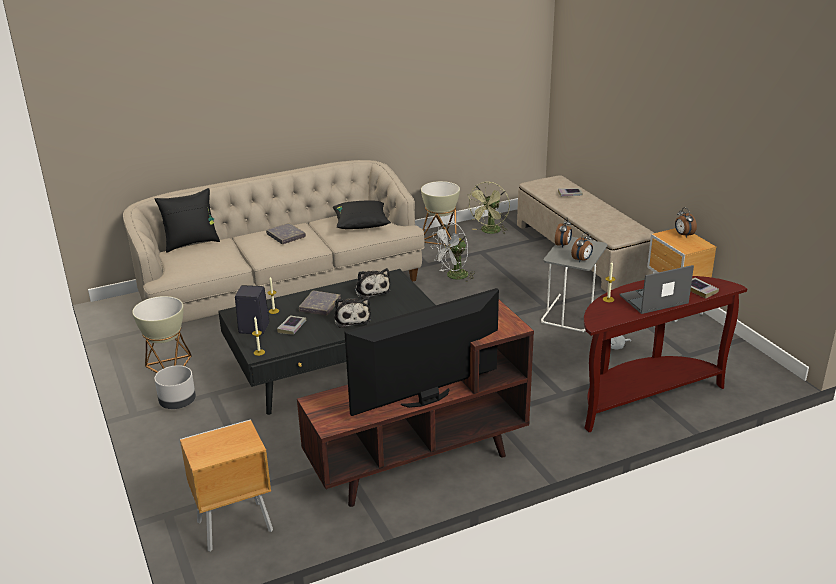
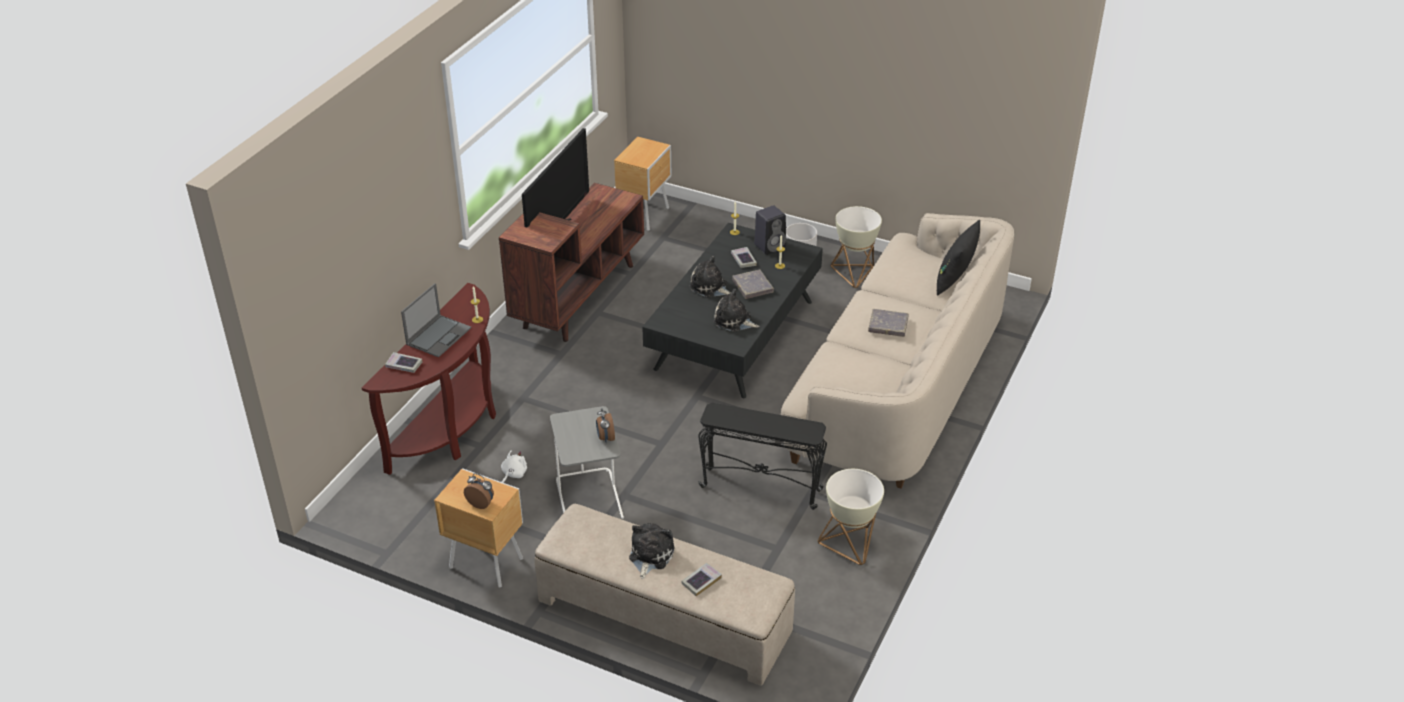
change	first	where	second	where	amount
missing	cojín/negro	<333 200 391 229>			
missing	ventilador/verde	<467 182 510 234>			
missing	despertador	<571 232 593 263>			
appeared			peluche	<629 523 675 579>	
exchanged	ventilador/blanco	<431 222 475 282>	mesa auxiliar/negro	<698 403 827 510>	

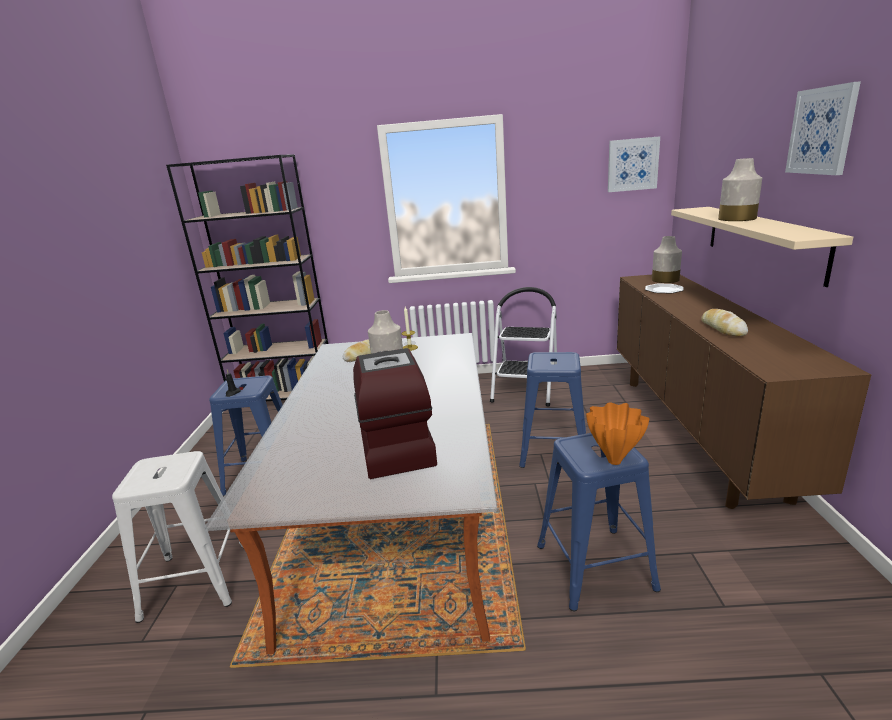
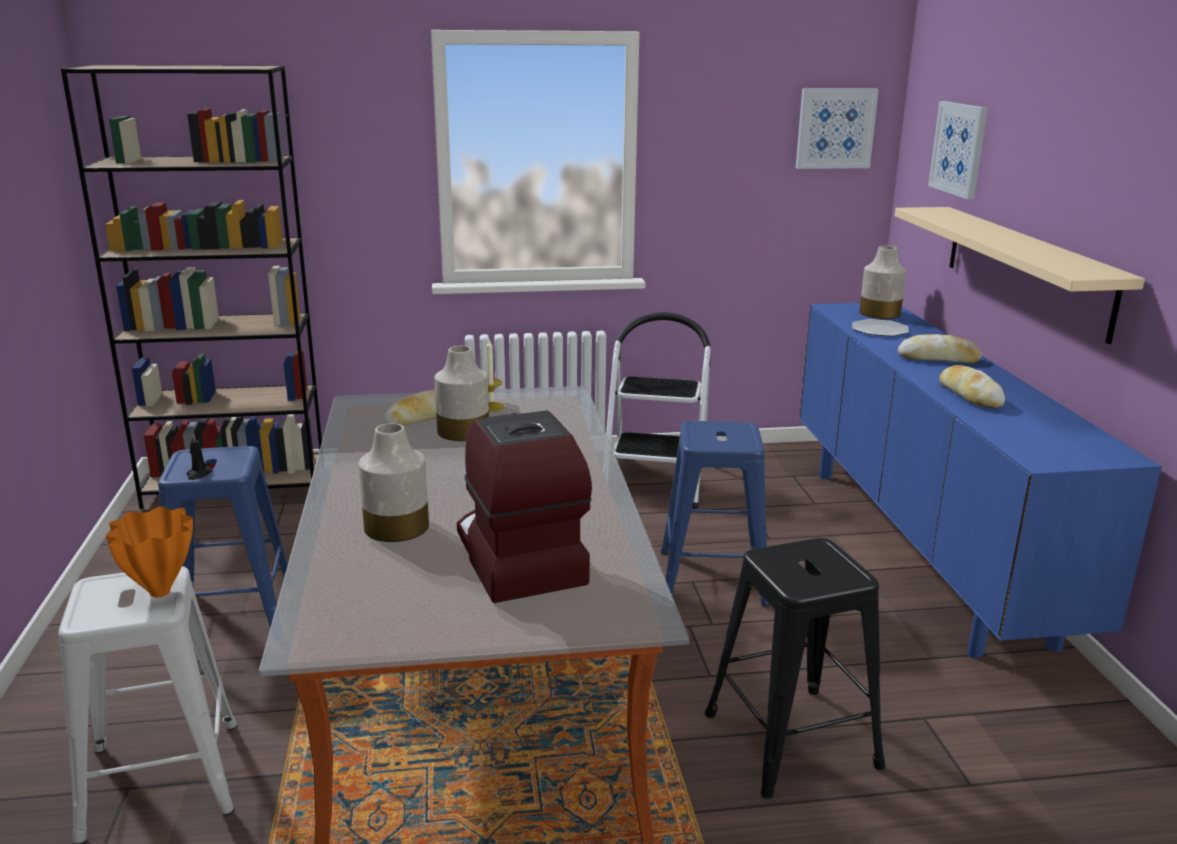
change	first	where	second	where	amount
appeared			pan	<898 334 981 363>	
relocated	florero/naranja	<586 402 650 465>		<106 506 193 597>	
relocated	florero/beis	<718 158 762 221>		<359 423 429 542>	
relocated	cuadro	<785 81 861 175>		<928 101 988 199>	
colour	taburete/azul	<537 433 661 611>	taburete/negro	<705 538 886 799>	
colour	armario/marrón	<617 275 871 509>	armario/azul	<799 303 1162 658>	

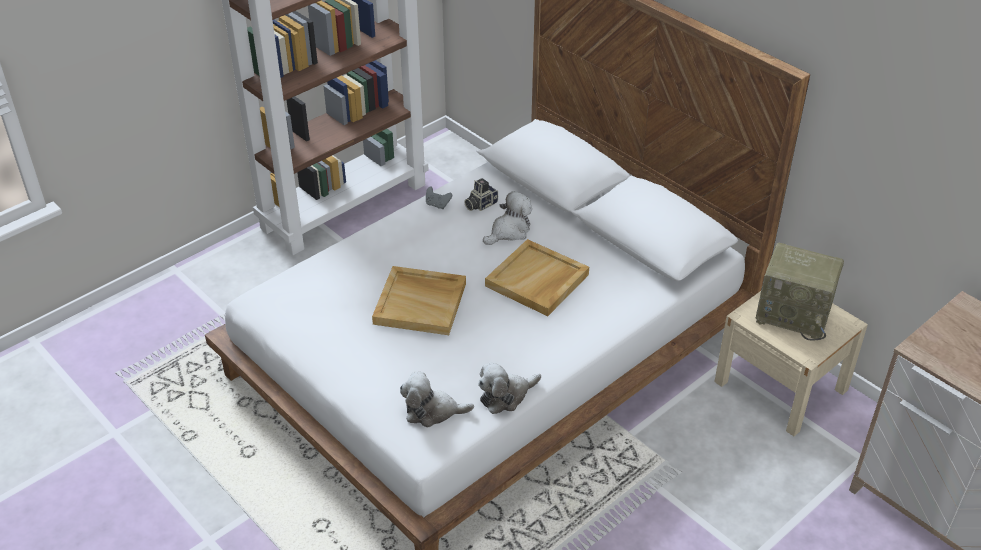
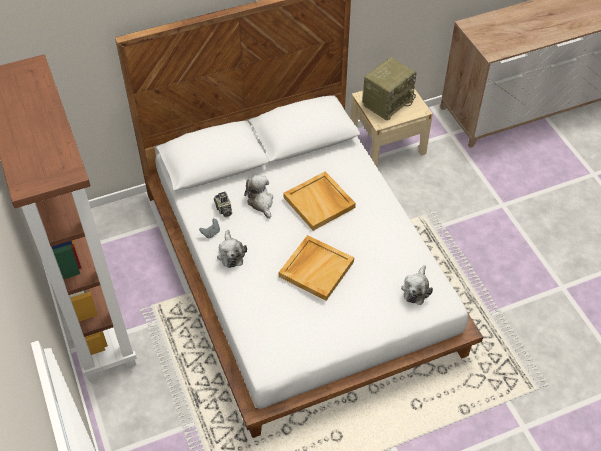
change	first	where	second	where	amount
relocated	peluche	<478 362 541 414>		<217 230 247 268>	

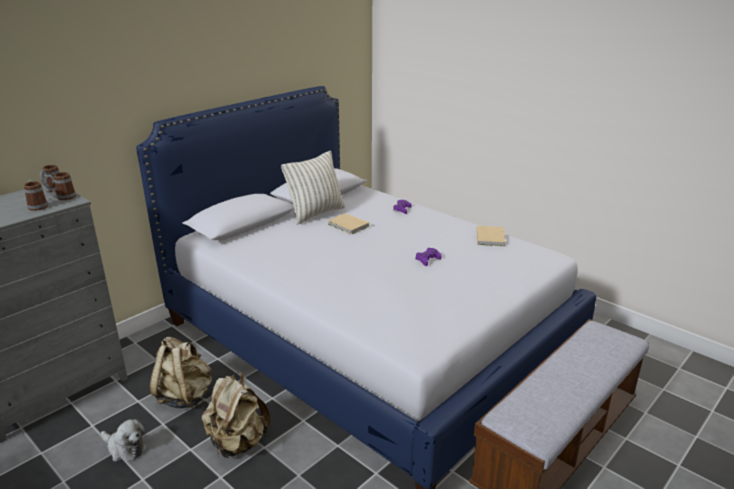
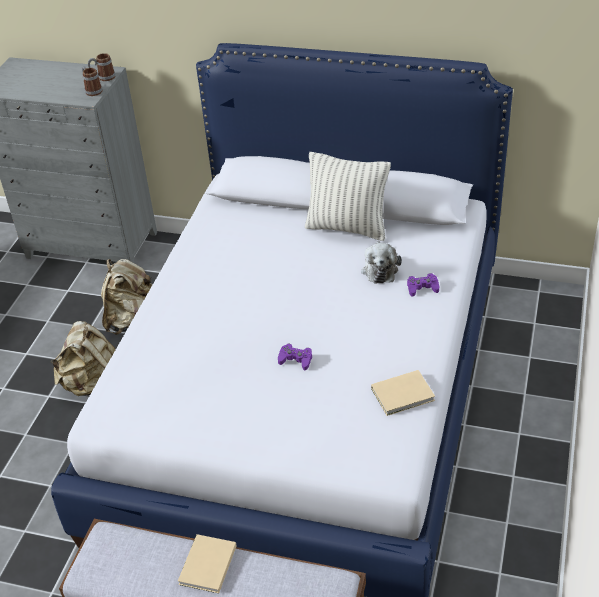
change	first	where	second	where	amount
missing	taza grande	<24 180 48 211>			
relocated	peluche	<101 419 147 462>		<361 241 402 284>	
relocated	libro/beis	<328 213 369 234>		<178 534 236 593>	

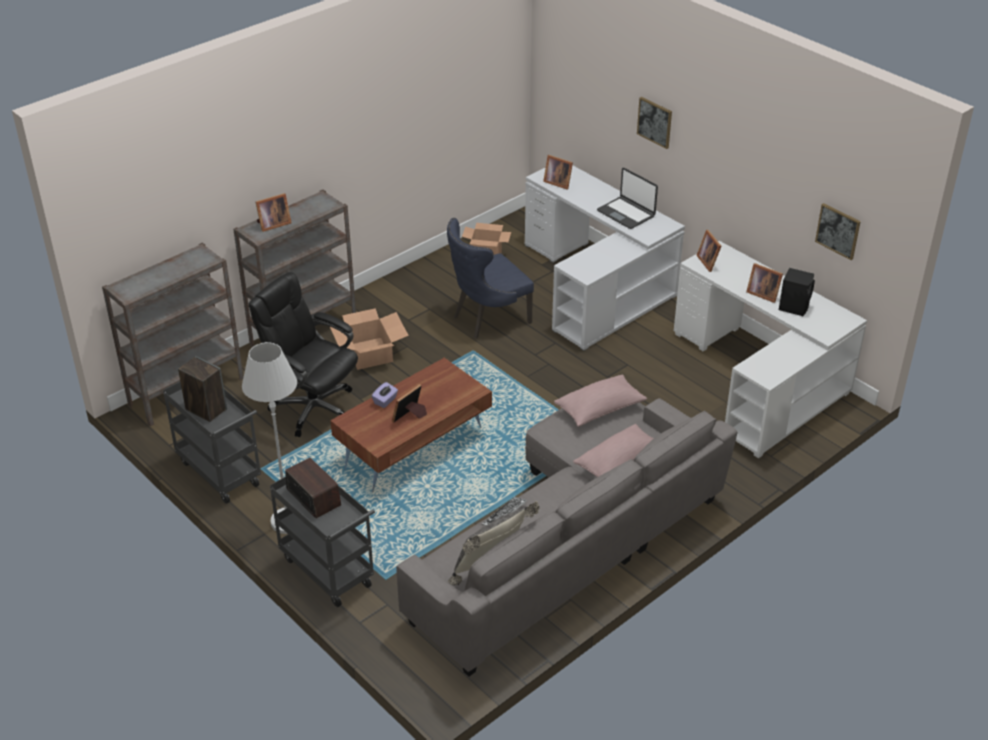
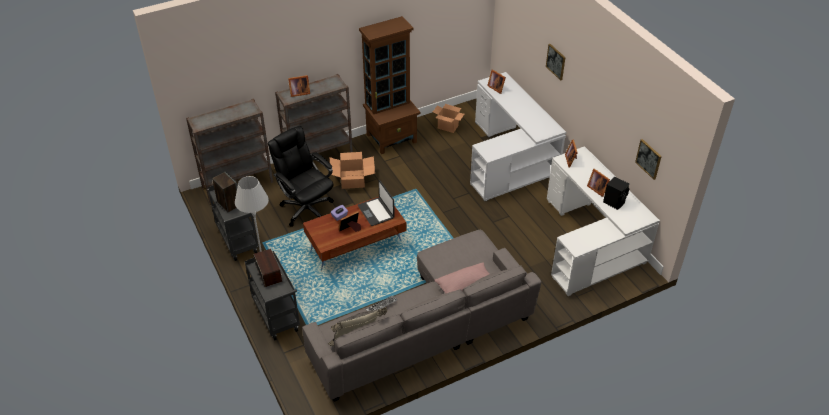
change	first	where	second	where	amount
missing	silla/azul	<447 218 534 339>			
missing	cojín/rosa	<554 375 647 427>			
appeared			armario/marrón	<359 16 420 154>	
relocated	portátil	<597 168 658 229>		<358 180 395 226>	

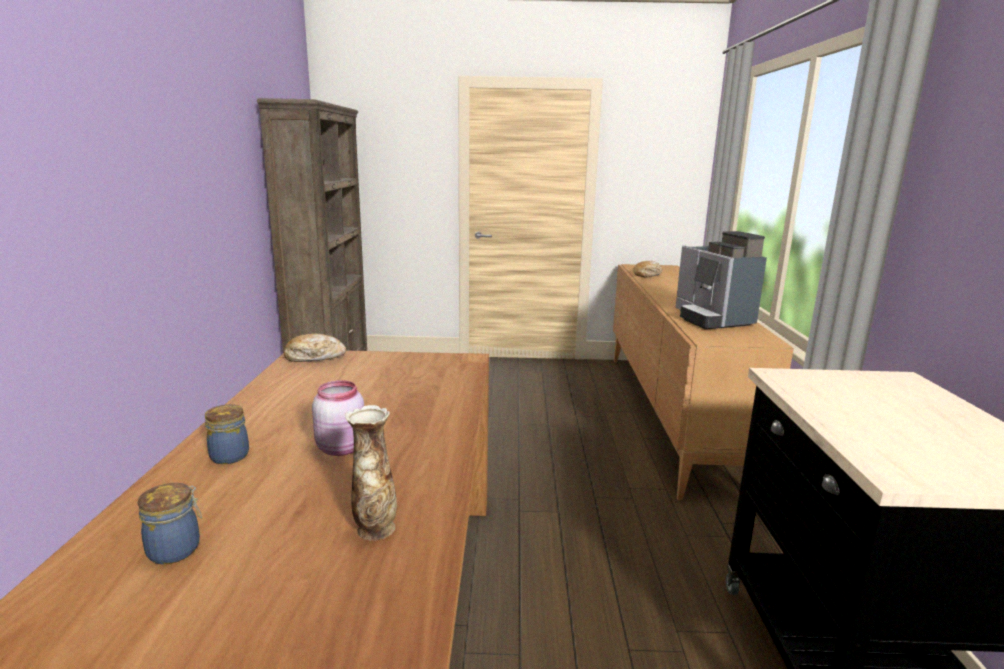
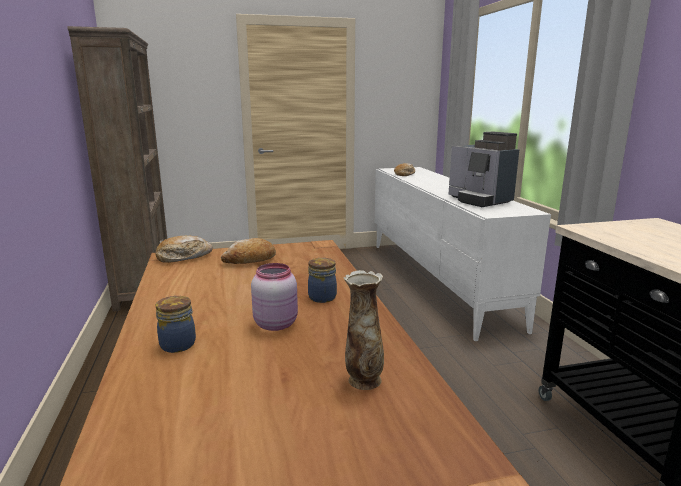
change	first	where	second	where	amount
appeared			pan	<221 238 276 264>	
relocated	tarro	<138 483 202 564>		<308 258 337 303>	
colour	armario/marrón	<613 264 794 500>	armario/blanco	<375 167 551 341>	

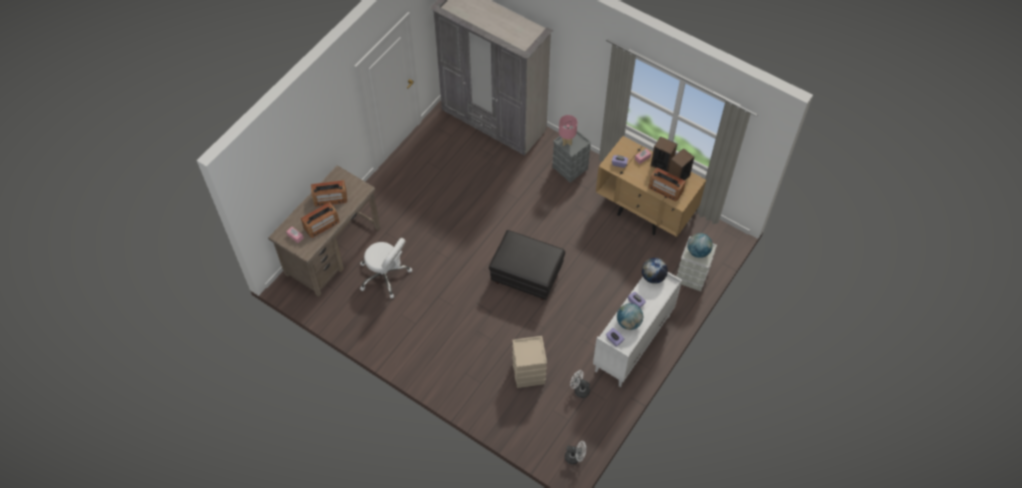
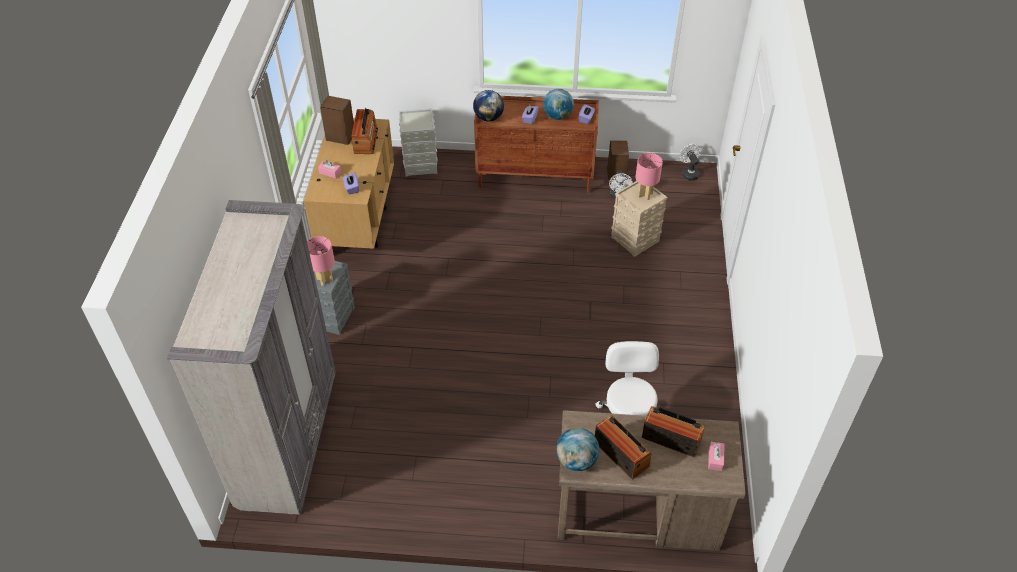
change	first	where	second	where	amount
missing	puf/negro	<489 230 565 300>			
appeared			lámpara de mesa/rosa	<635 153 663 200>	
relocated	altavoz	<651 136 677 172>		<607 141 629 183>	
relocated	globo terráqueo	<687 233 713 258>		<556 428 599 471>	
colour	armario/blanco	<593 272 682 387>	armario/marrón	<474 96 599 193>	

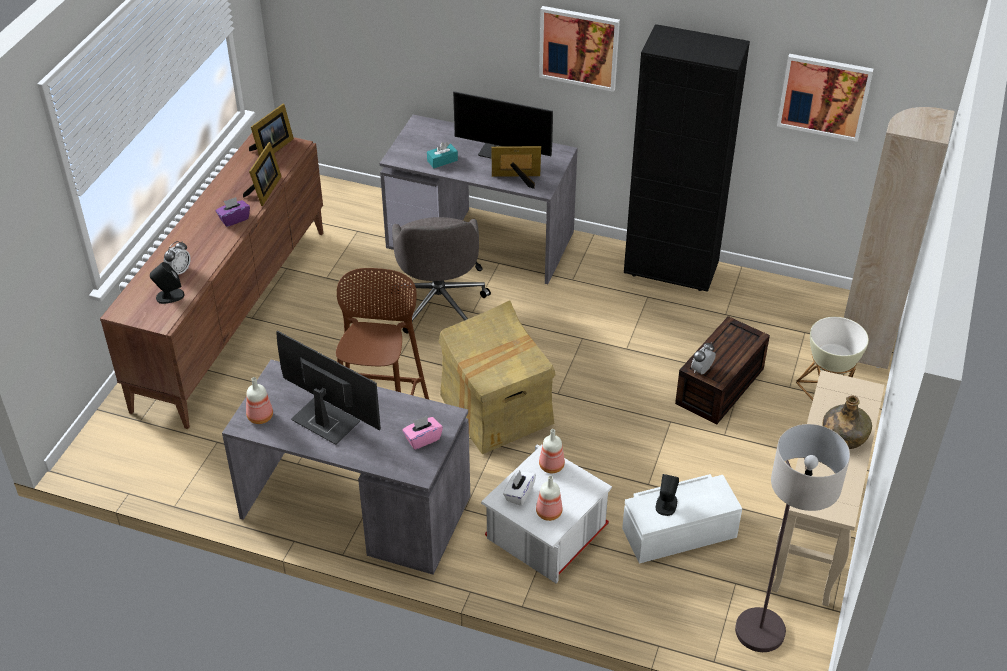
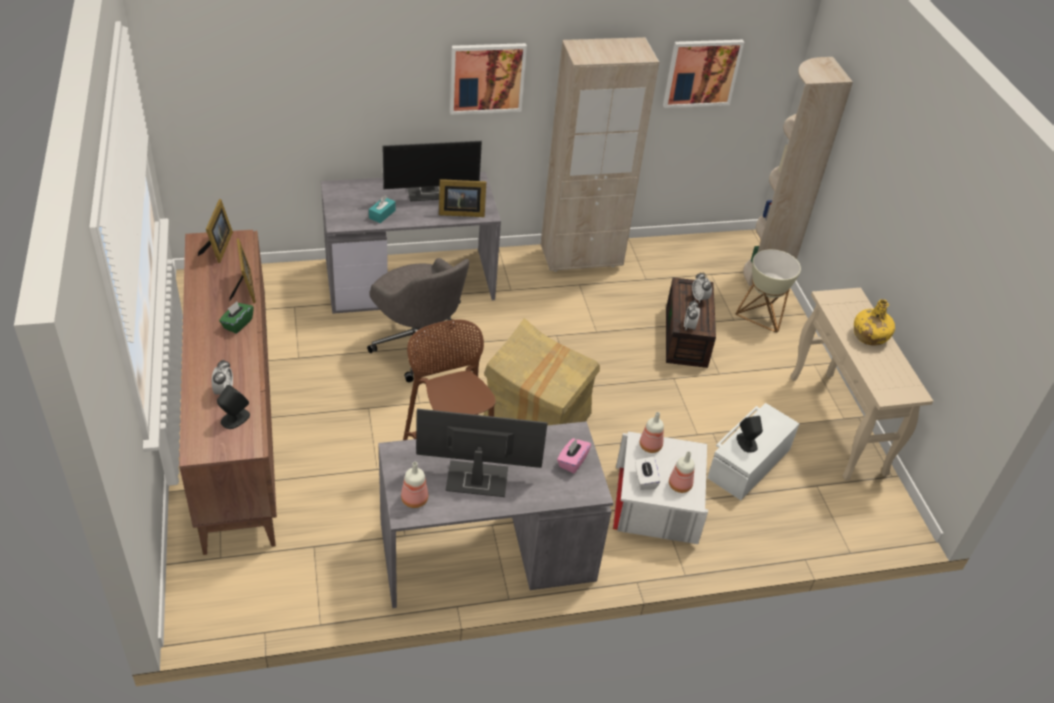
change	first	where	second	where	amount
missing	lámpara de pie/gris	<735 424 850 652>			
appeared			despertador	<692 272 712 303>	
colour	caja de pañuelos/morado	<216 197 250 227>	caja de pañuelos/verde	<219 301 254 334>	
colour	armario/negro	<624 24 750 292>	armario/beis	<541 37 659 272>	
colour	botella/verde	<823 395 872 449>	botella/amarillo	<854 299 895 346>	
spun	portarretratos	<492 146 541 189>		<439 179 486 217>	150 degrees counterclockwise

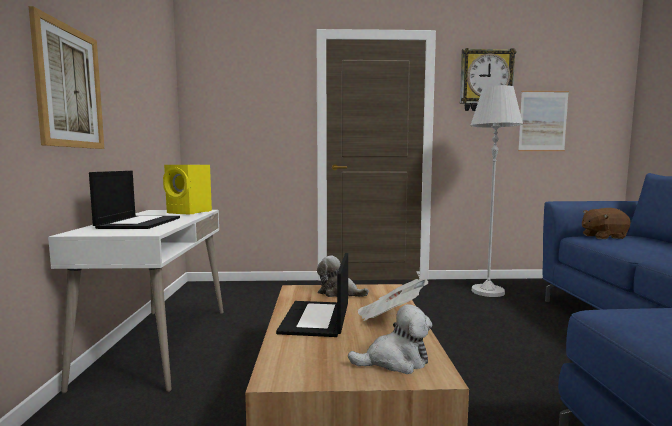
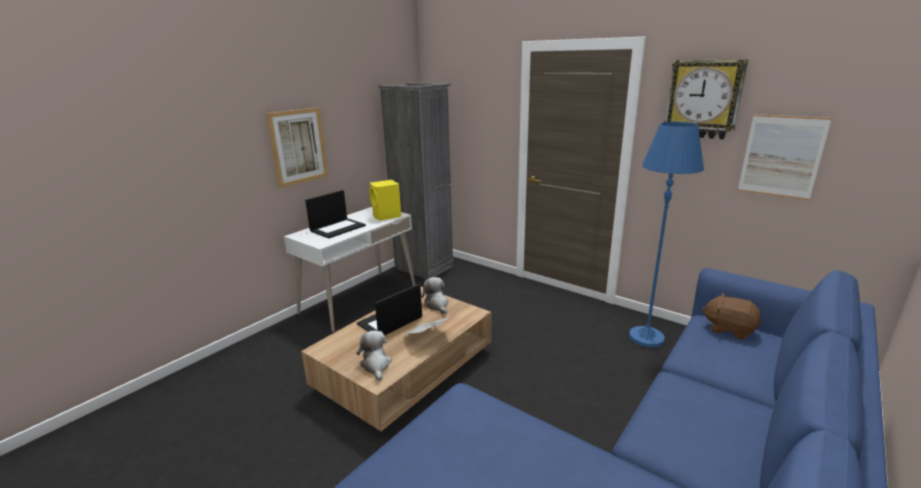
change	first	where	second	where	amount
appeared			armario/gris	<378 83 453 279>	
colour	lámpara de pie/blanco	<470 85 523 297>	lámpara de pie/azul	<629 122 704 348>	
spun	peluche	<348 304 432 374>		<357 331 392 381>	135 degrees counterclockwise

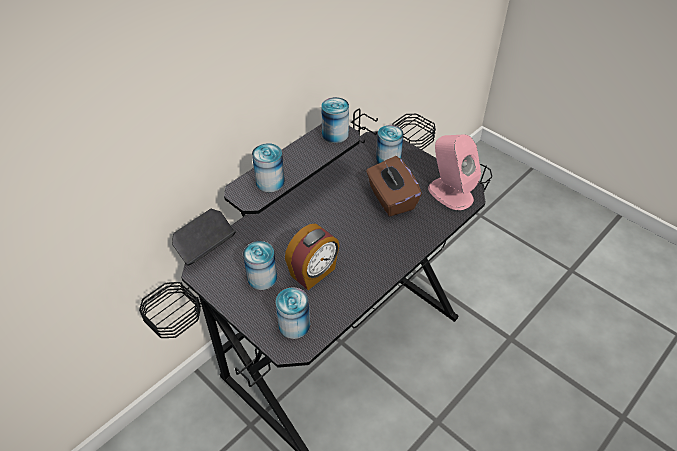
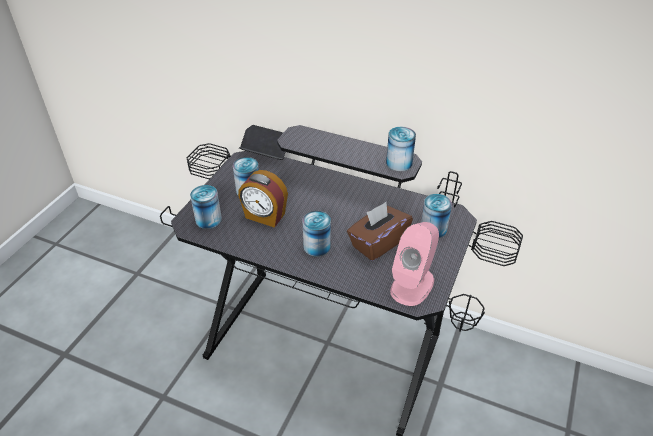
change	first	where	second	where	amount
relocated	lata	<252 143 285 192>		<303 211 331 257>	

